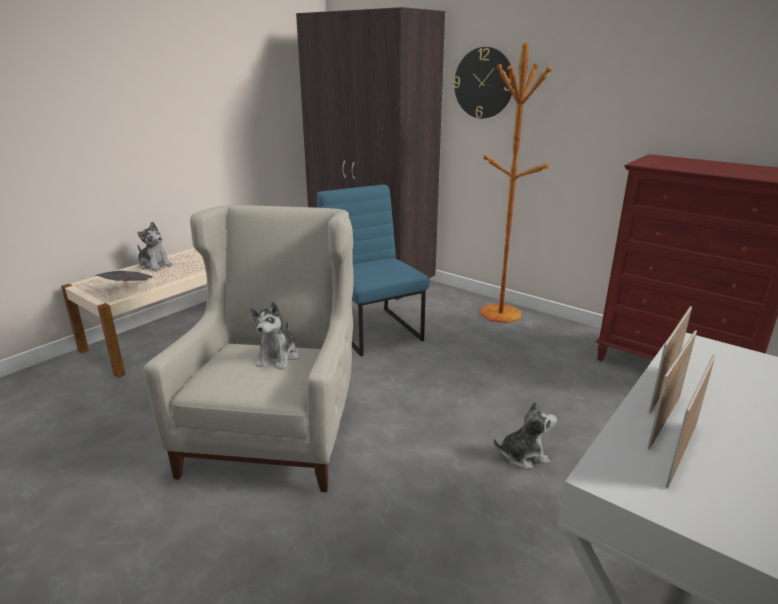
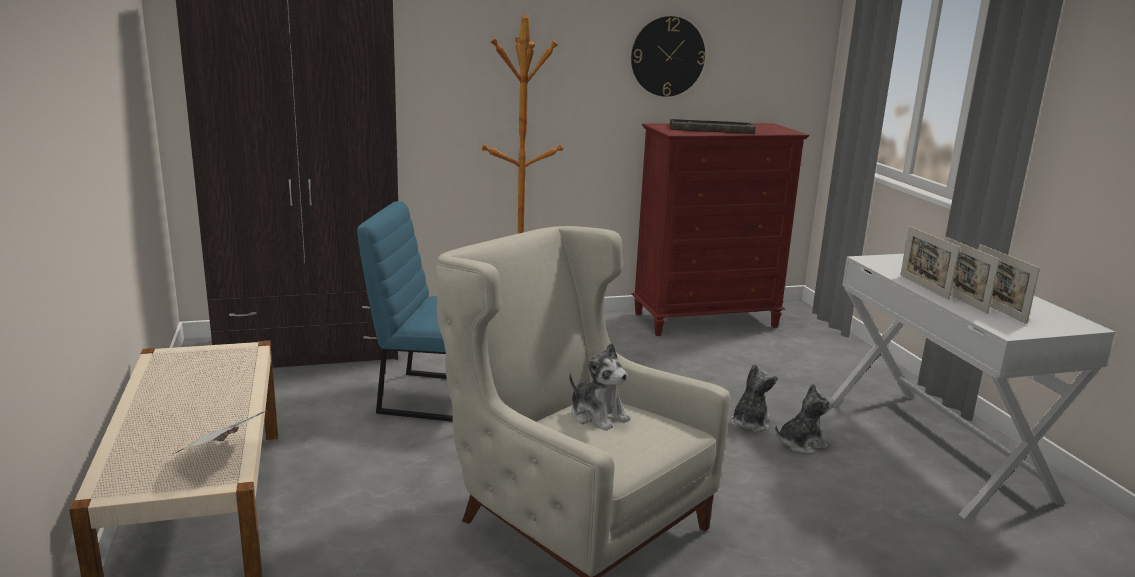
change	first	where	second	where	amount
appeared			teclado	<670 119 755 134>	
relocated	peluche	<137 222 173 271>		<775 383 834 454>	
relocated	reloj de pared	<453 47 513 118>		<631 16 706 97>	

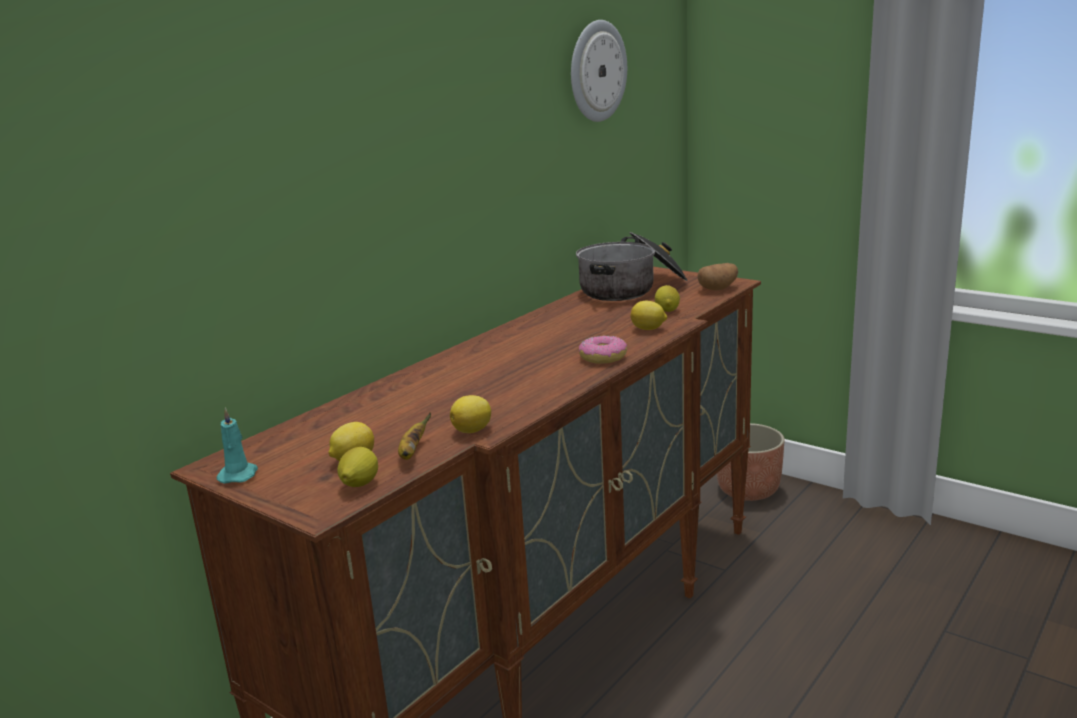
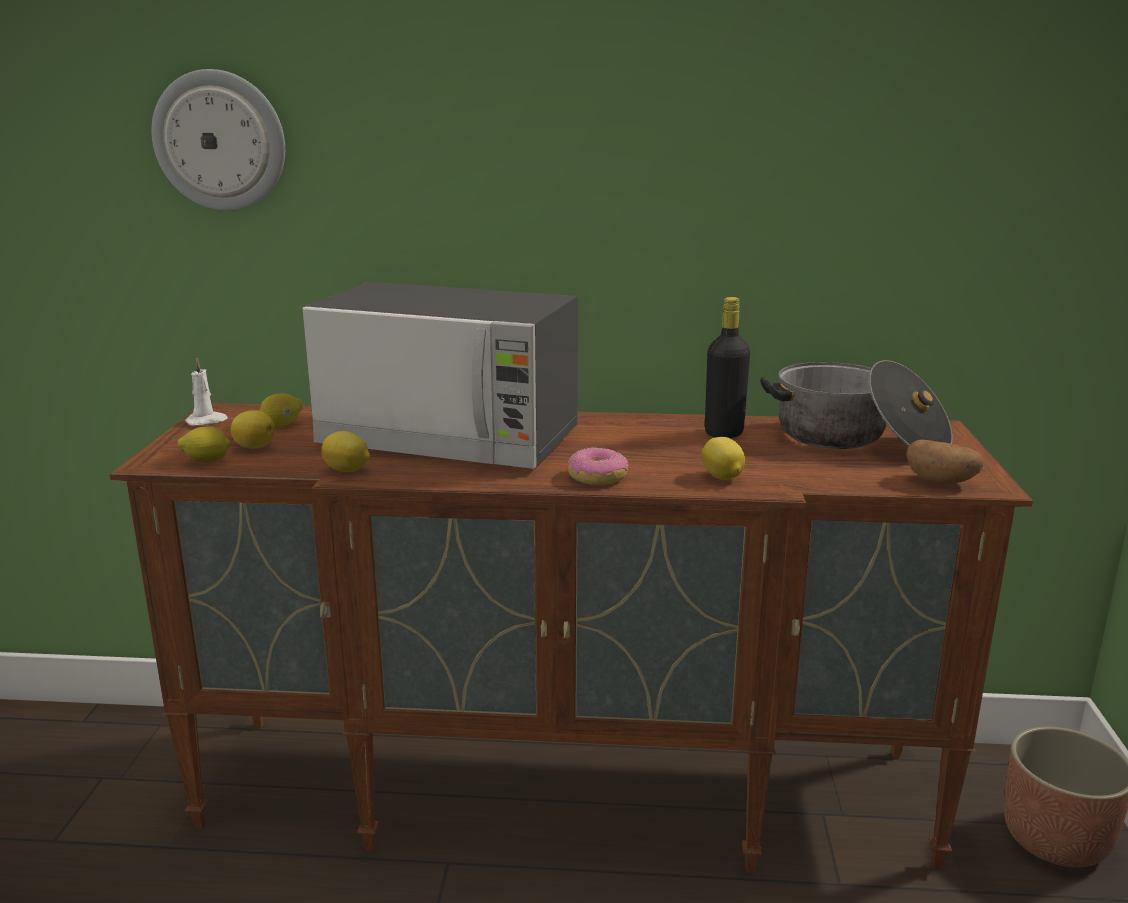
change	first	where	second	where	amount
missing	plátano	<398 413 431 460>			
appeared			microondas	<303 282 578 469>	
appeared			botella/negro	<705 297 750 438>	
relocated	reloj de pared	<571 20 627 122>		<151 69 285 211>	
relocated	limón	<655 285 680 312>		<259 394 303 427>	
colour	vela/turquesa	<216 407 258 484>	vela/blanco	<185 358 228 426>	

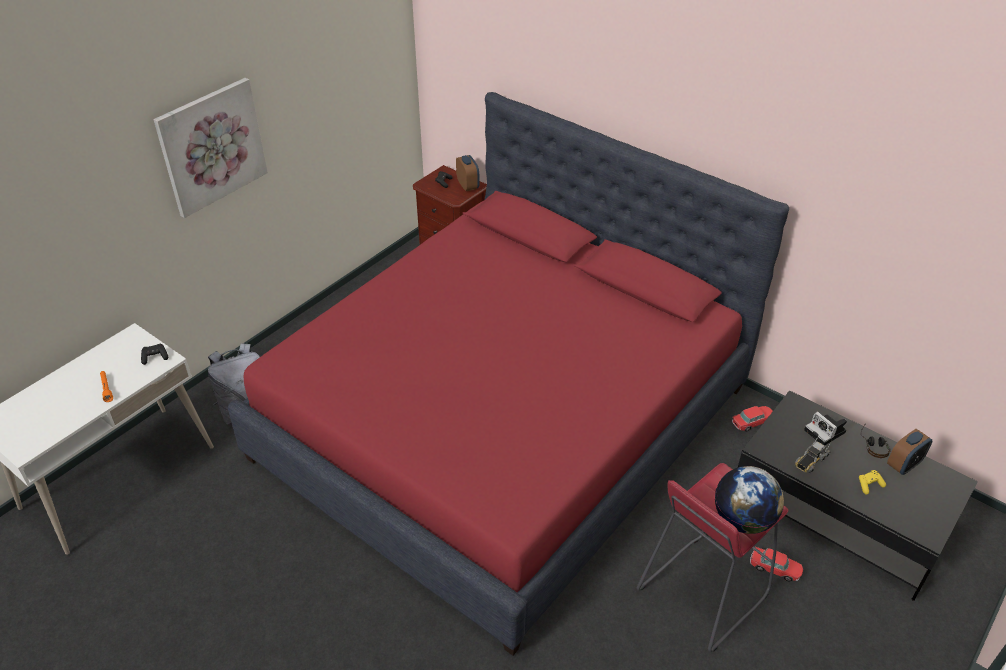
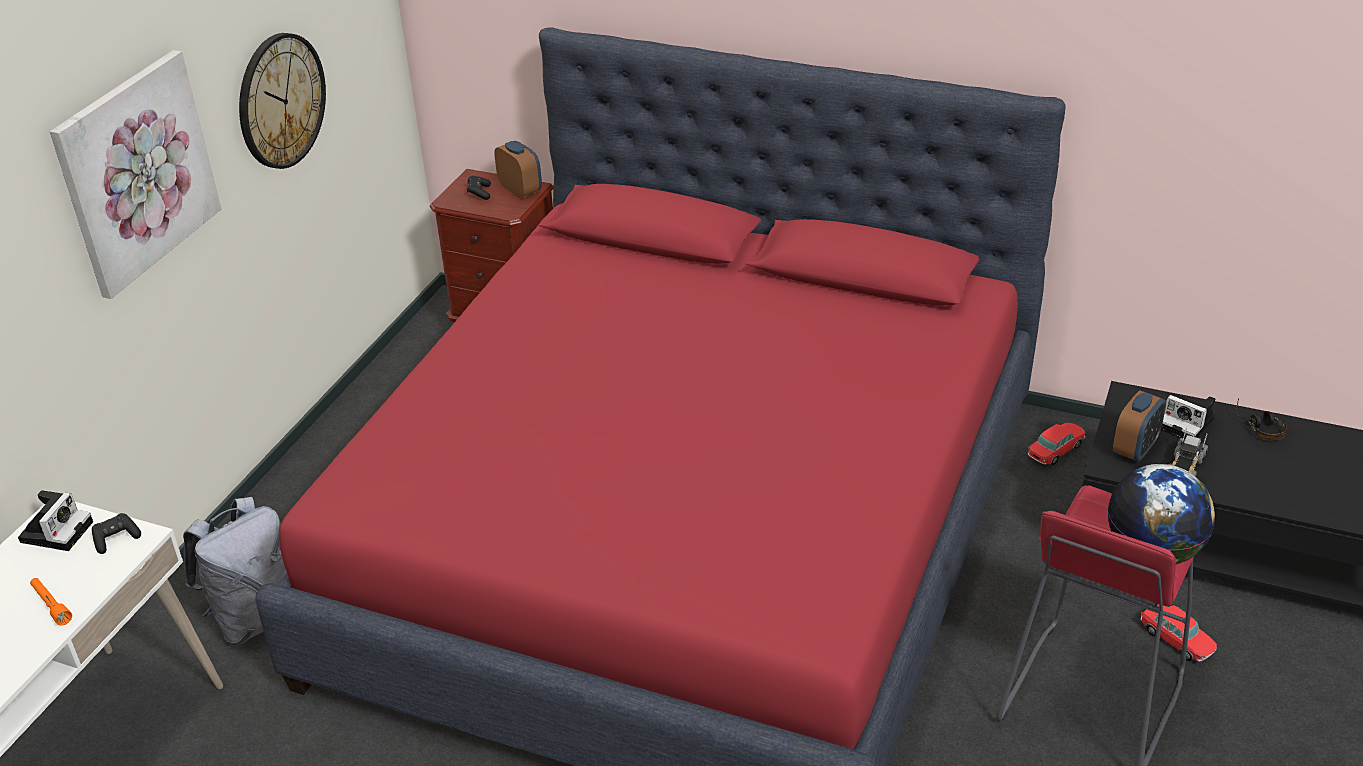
change	first	where	second	where	amount
missing	mando de consola/amarillo	<859 470 886 495>			
appeared			cámara	<18 490 93 551>	
appeared			reloj de pared	<239 33 326 169>	
relocated	despertador	<887 429 932 475>		<1113 391 1166 462>	
spun	coche de juguete	<750 547 803 582>		<1140 604 1217 662>	45 degrees clockwise

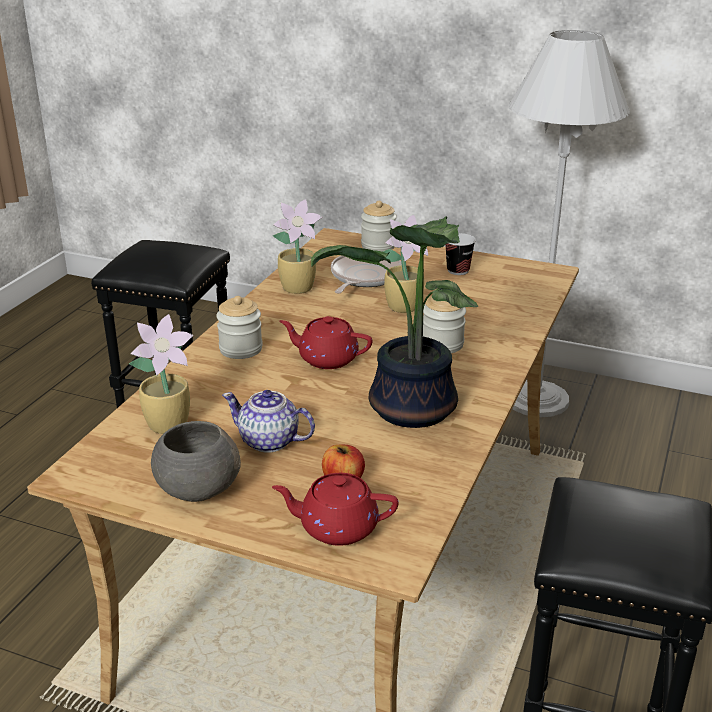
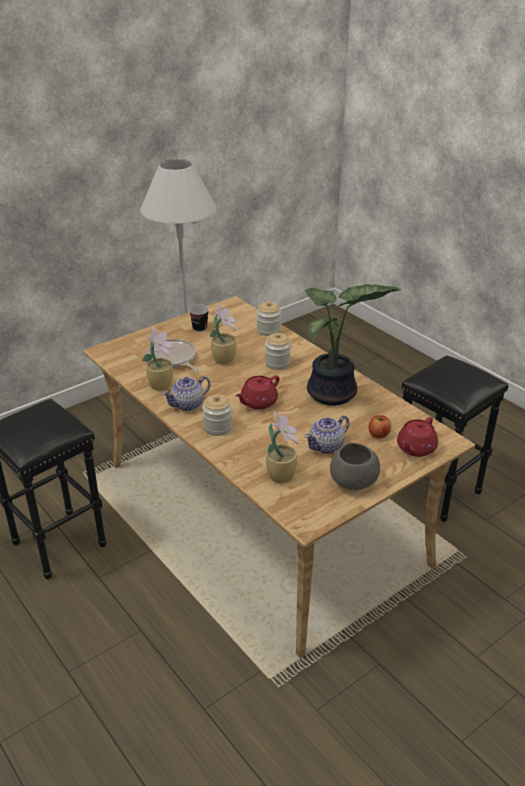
change	first	where	second	where	amount
appeared			tetera	<162 376 210 411>	
relocated	tarro	<361 201 397 252>		<257 301 281 336>	

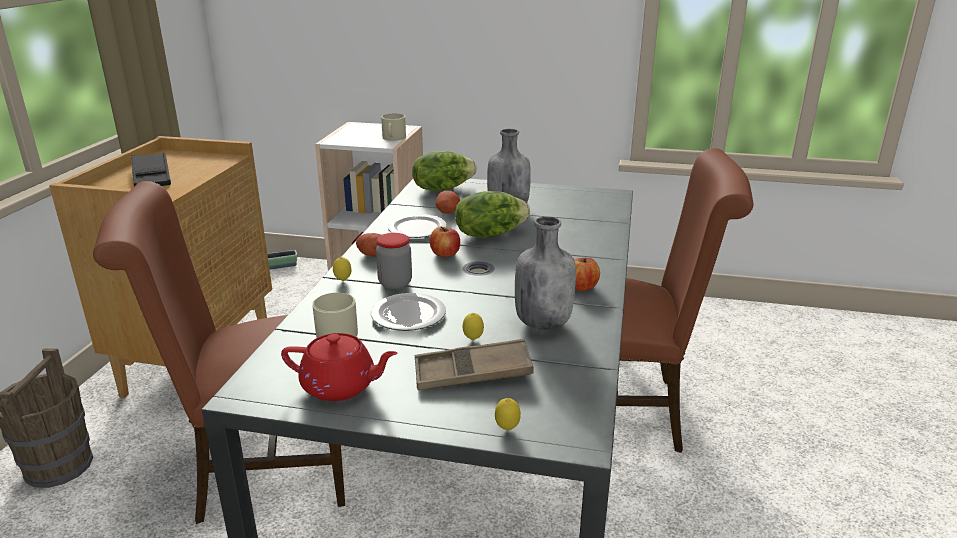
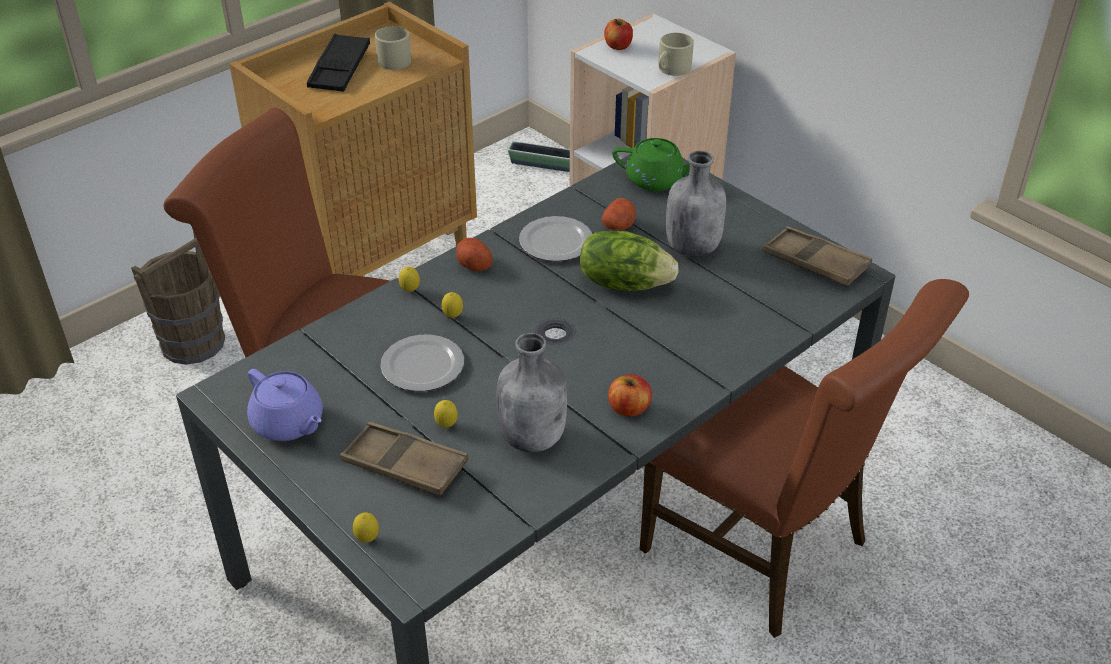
change	first	where	second	where	amount
appeared			bandeja/marrón	<762 226 873 286>	
relocated	taza grande/beis	<312 293 358 338>		<375 26 411 70>	
relocated	manzana	<430 226 460 257>		<604 19 633 50>	
exchanged	tarro	<376 233 412 289>	limón	<442 292 463 318>	
exchanged	lechuga	<412 151 477 191>	tetera/verde	<612 138 690 191>	
colour	tetera/rojo	<281 333 397 401>	tetera/morado	<247 369 323 441>	

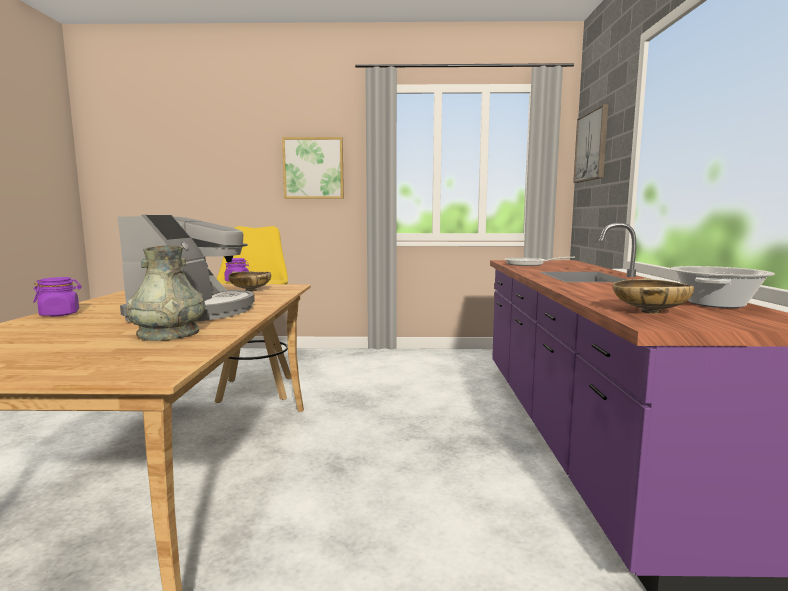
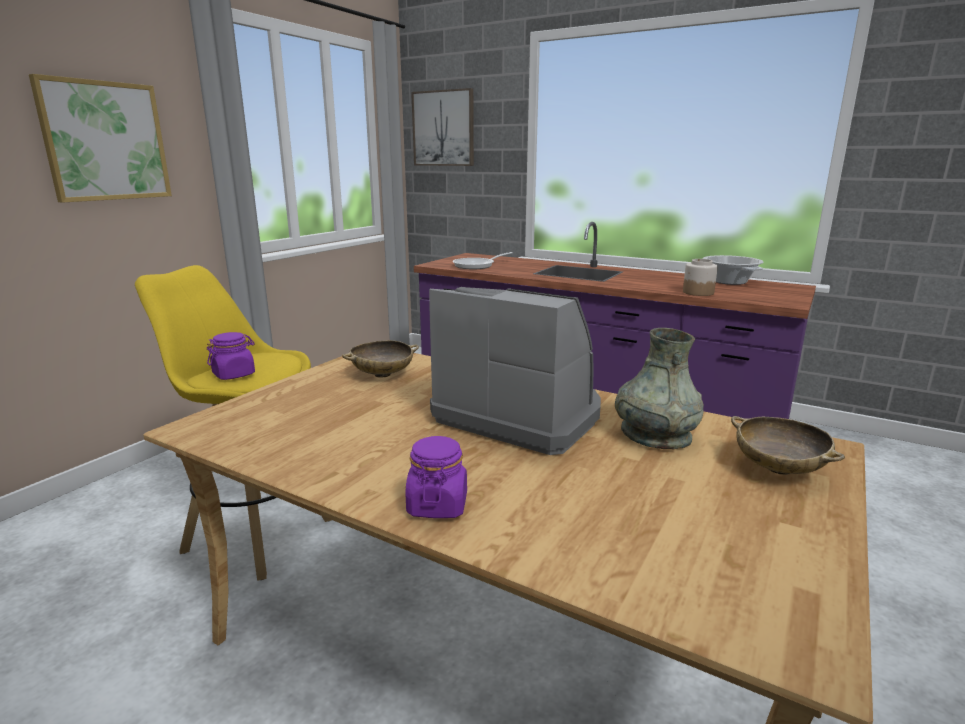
change	first	where	second	where	amount
appeared			tarro	<683 259 718 296>	
relocated	cuenco/beis	<613 278 694 314>		<731 416 845 475>	

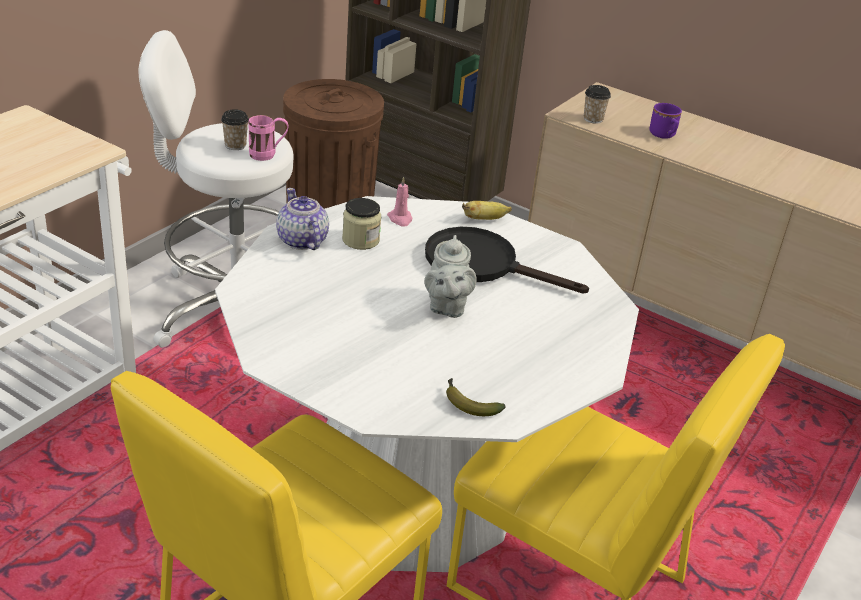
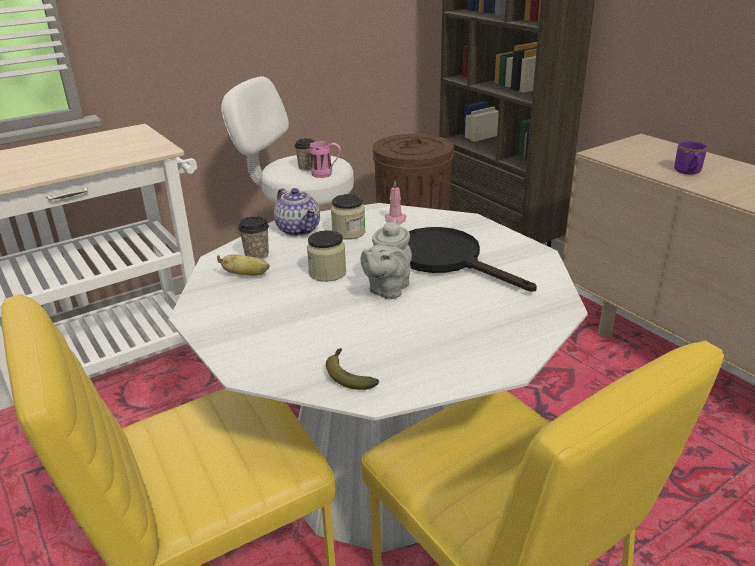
change	first	where	second	where	amount
appeared			tarro	<307 230 346 282>	
relocated	plátano	<462 201 512 220>		<217 254 270 276>	
relocated	taza	<584 85 611 124>		<238 216 269 260>	
spun	tetera	<276 188 329 250>		<274 188 320 236>	150 degrees clockwise

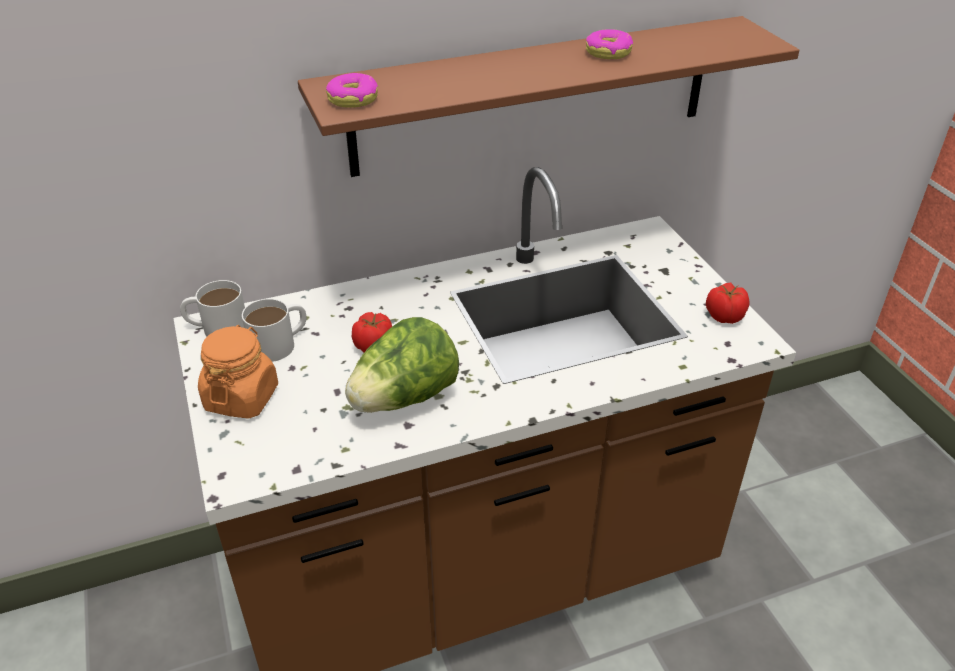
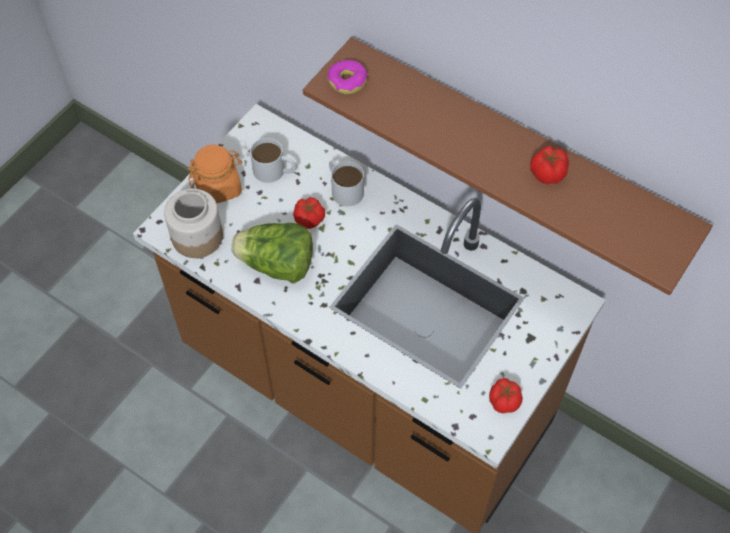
change	first	where	second	where	amount
appeared			tarro	<164 189 223 258>	
relocated	taza grande/blanco	<180 280 245 336>		<329 160 364 206>	
exchanged	rosquilla	<586 29 633 59>	tomate	<530 146 569 184>	

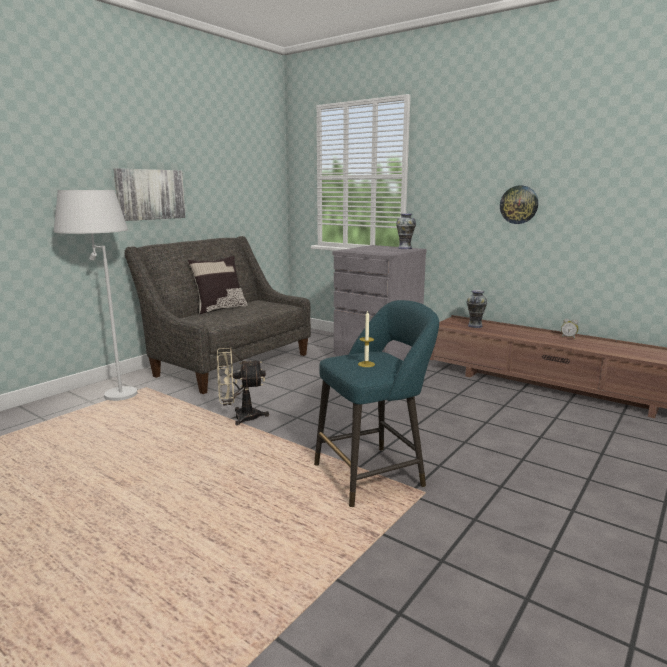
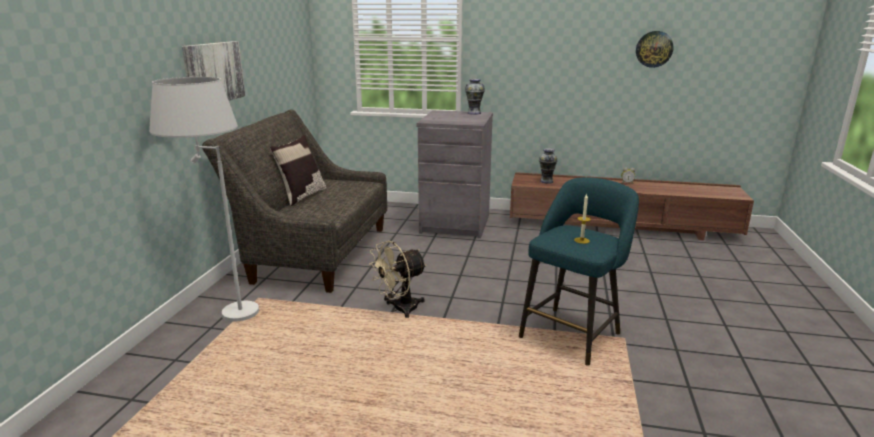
change	first	where	second	where	amount
relocated	reloj de pared	<500 186 538 224>		<636 31 673 68>	

